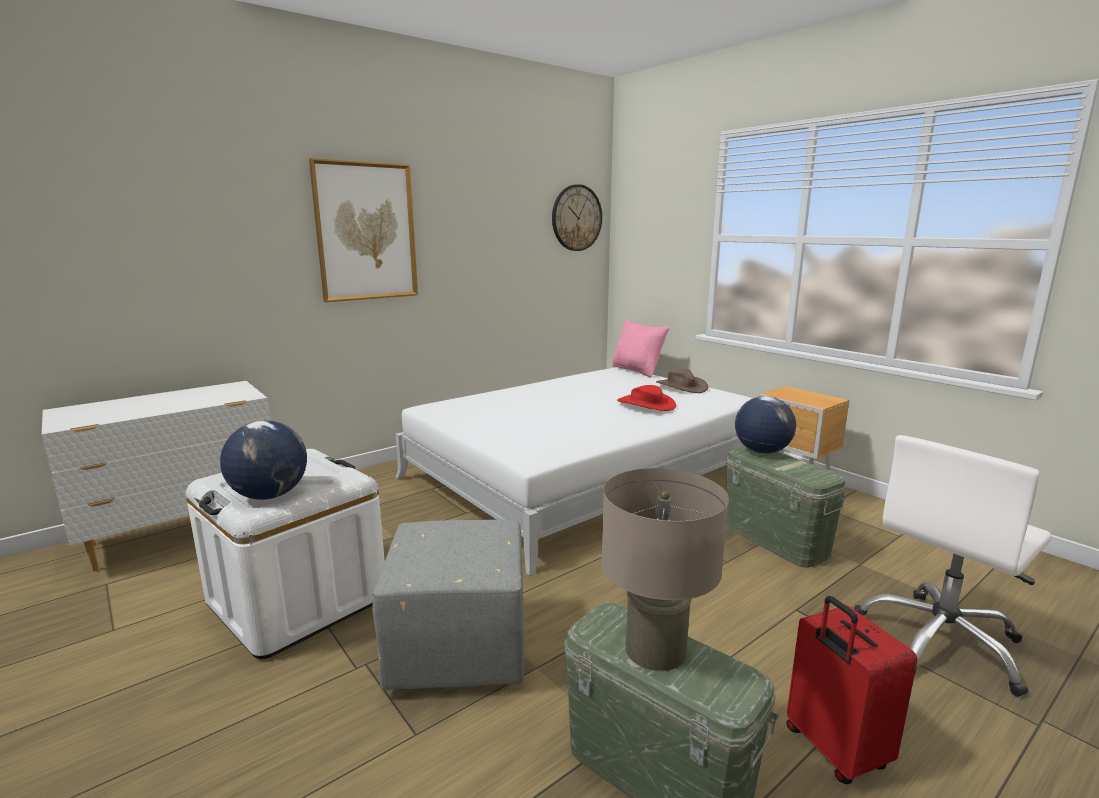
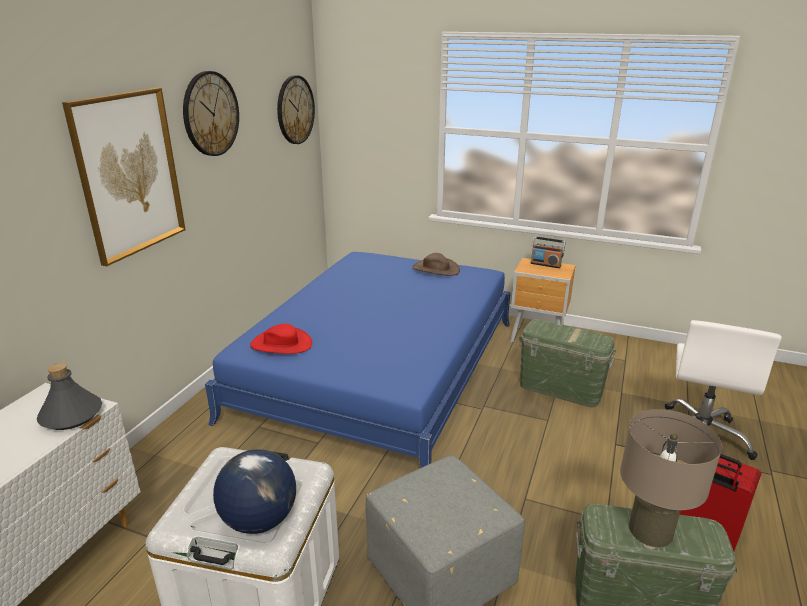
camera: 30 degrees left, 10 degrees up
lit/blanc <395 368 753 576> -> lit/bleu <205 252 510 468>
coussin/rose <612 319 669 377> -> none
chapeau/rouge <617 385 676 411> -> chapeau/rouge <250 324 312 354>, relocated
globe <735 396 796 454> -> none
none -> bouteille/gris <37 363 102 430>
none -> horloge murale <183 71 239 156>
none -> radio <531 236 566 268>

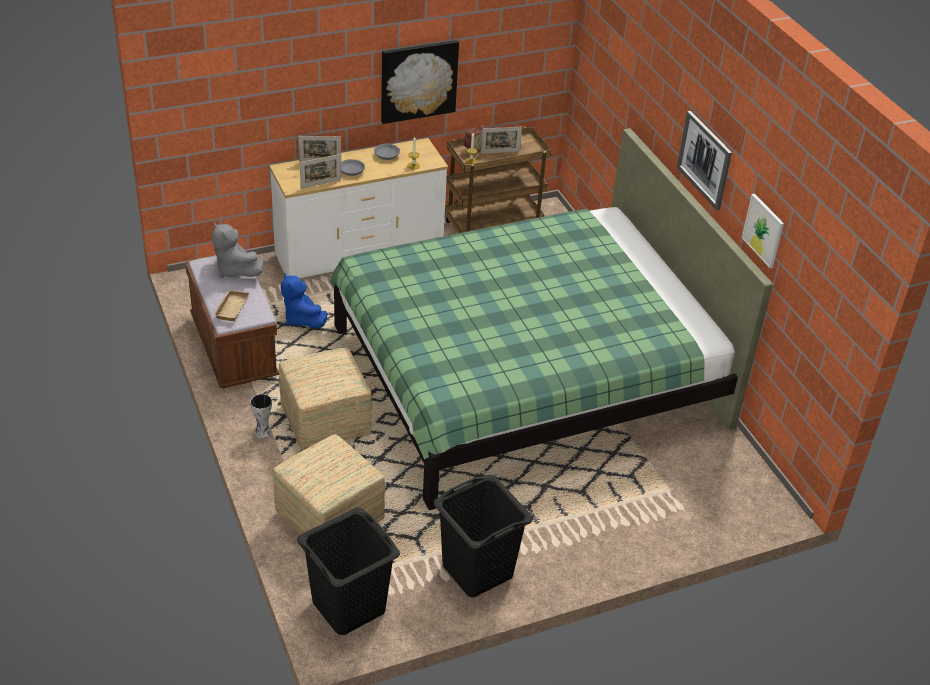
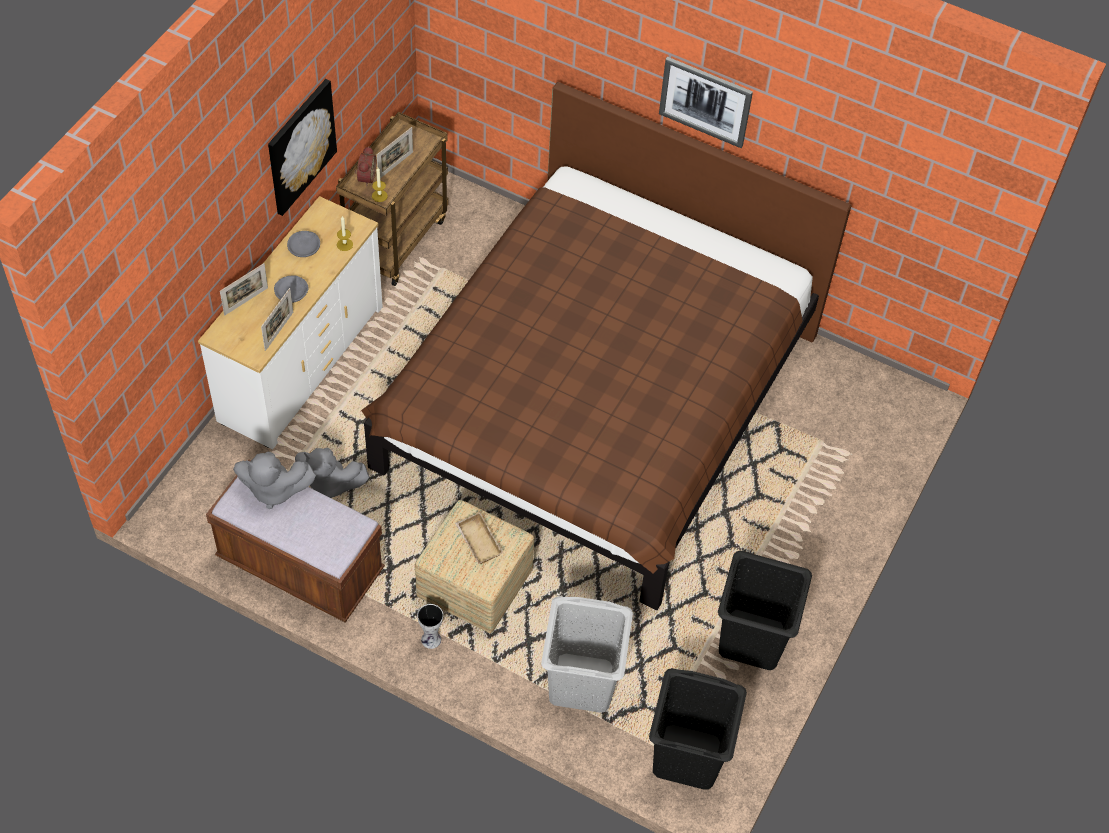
camera: 40 degrees left, 15 degrees up
plateau/beige <214 290 249 321> -> plateau/beige <455 512 503 564>, relocated
pouf <273 435 385 534> -> panier à linge/gris <541 596 633 712>
peluche/bleu <281 273 327 328> -> peluche/gris <295 448 369 498>
lit/vert <329 128 773 510> -> lit/marron <361 82 852 610>
tableau <742 194 784 268> -> none

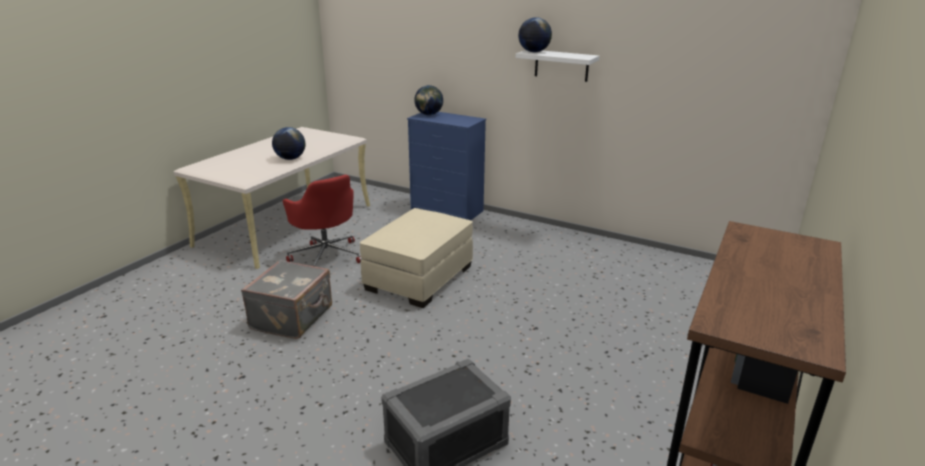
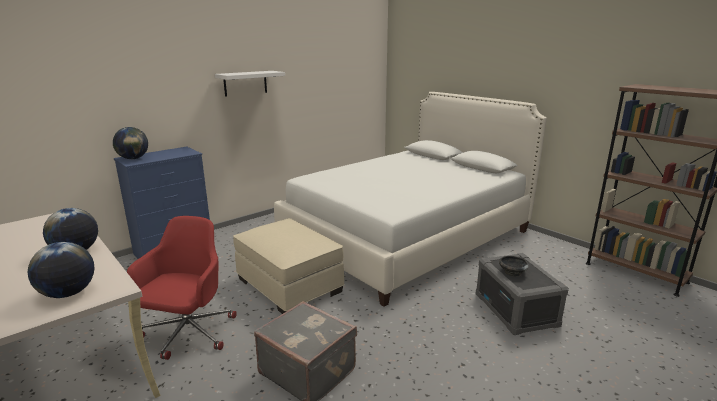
camera: 70 degrees left, 5 degrees down
chaise de bureau/rouge <282 175 362 266> -> chaise de bureau/rouge <127 216 237 360>, 60 degrees counterclockwise
globe <518 17 552 52> -> globe <28 242 94 298>, relocated
none -> lit/blanc <274 92 547 307>
none -> bol/noir <499 256 529 277>

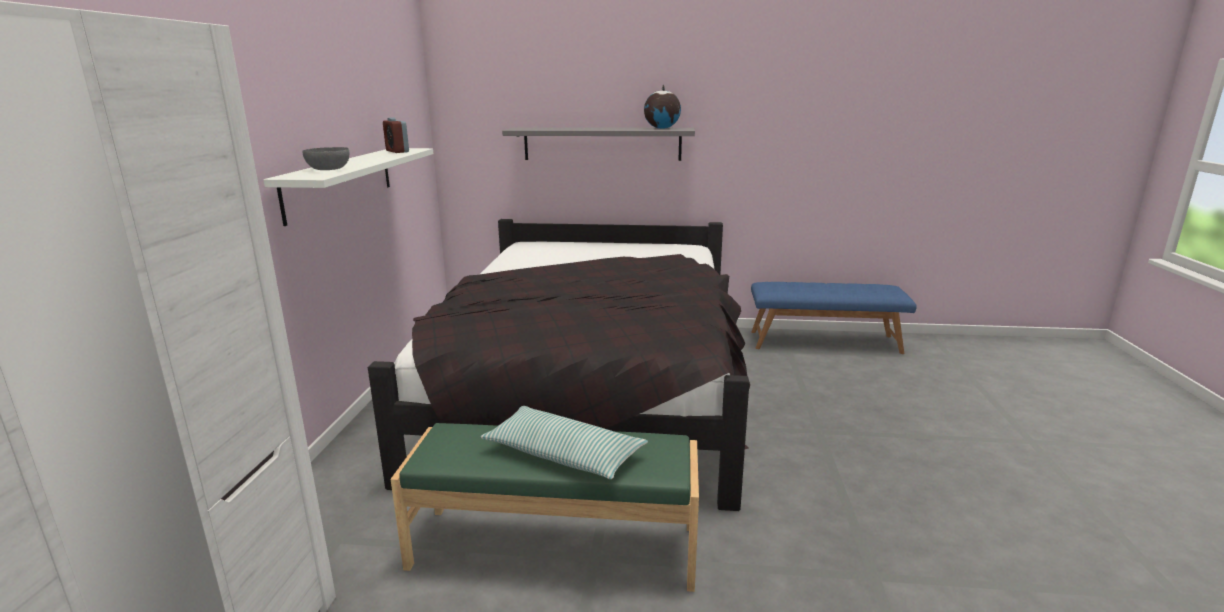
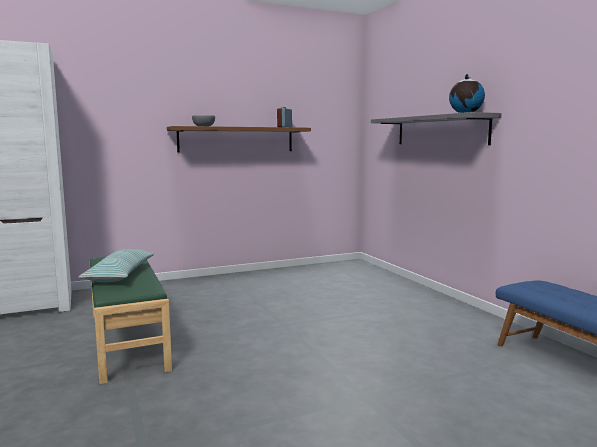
camera: 60 degrees right, 10 degrees down
étagère/blanc <263 148 433 226> -> étagère/marron <167 126 311 152>
lit/noir <368 219 750 511> -> none

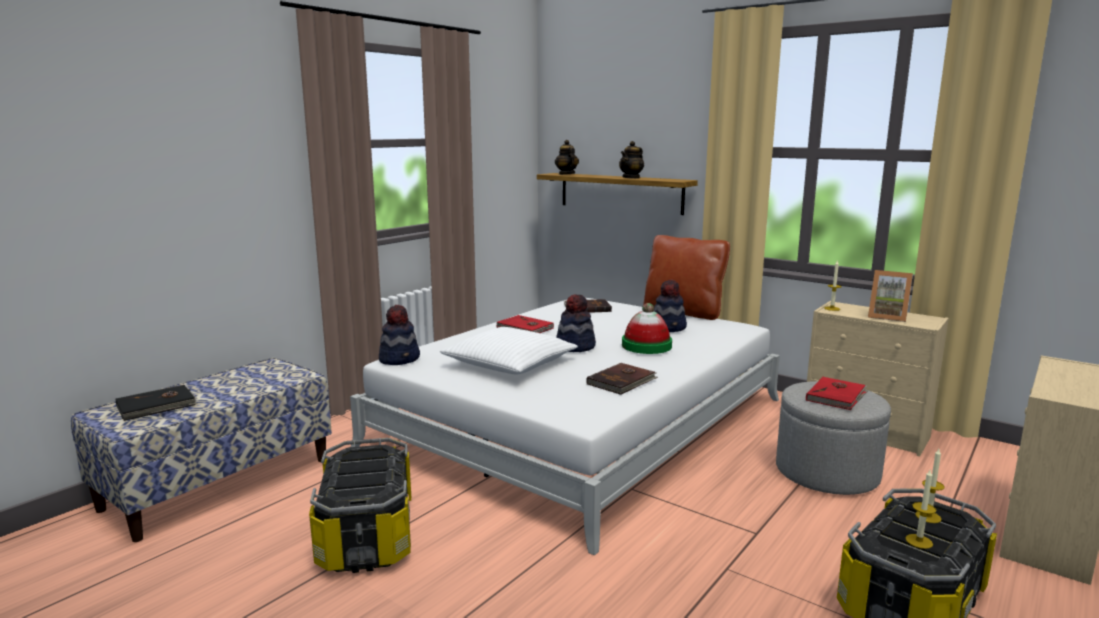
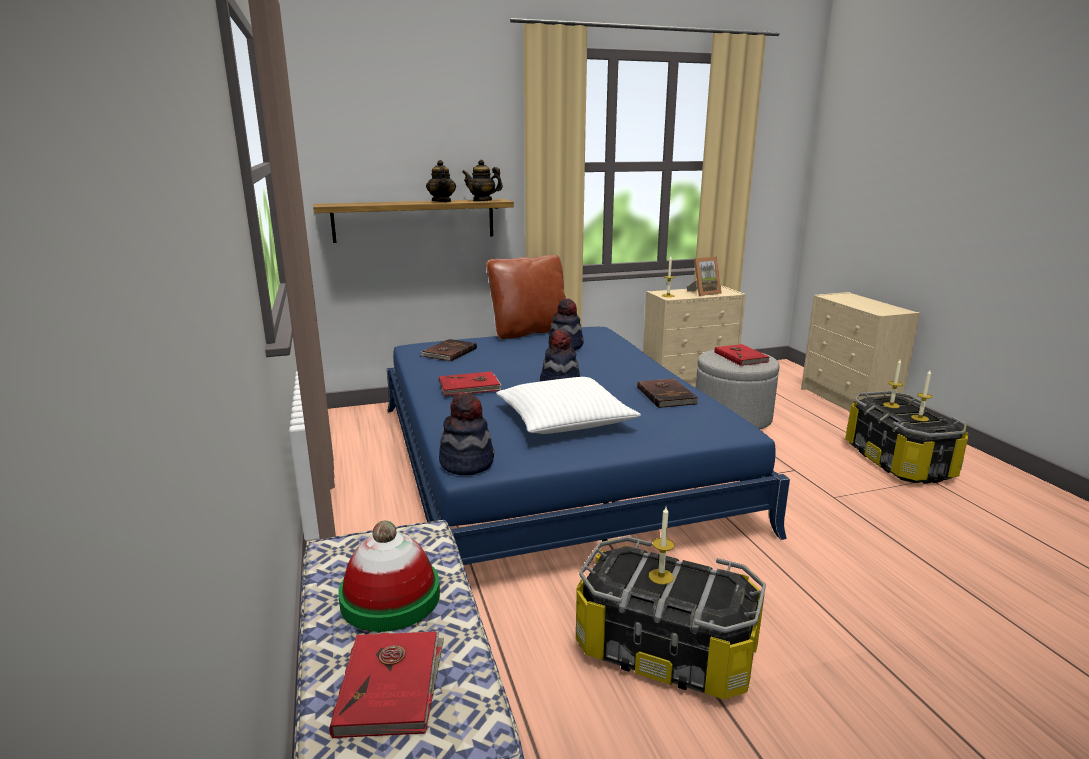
camera: 55 degrees left, 5 degrees up
livre/noir <115 385 197 421> -> livre/rouge <329 631 444 738>
lit/blanc <350 298 780 555> -> lit/bleu <387 327 790 565>
théière <555 140 579 175> -> théière <462 160 503 202>, relocated
chapeau <622 303 672 354> -> chapeau <338 521 440 632>, relocated
none -> bougie <649 507 674 585>

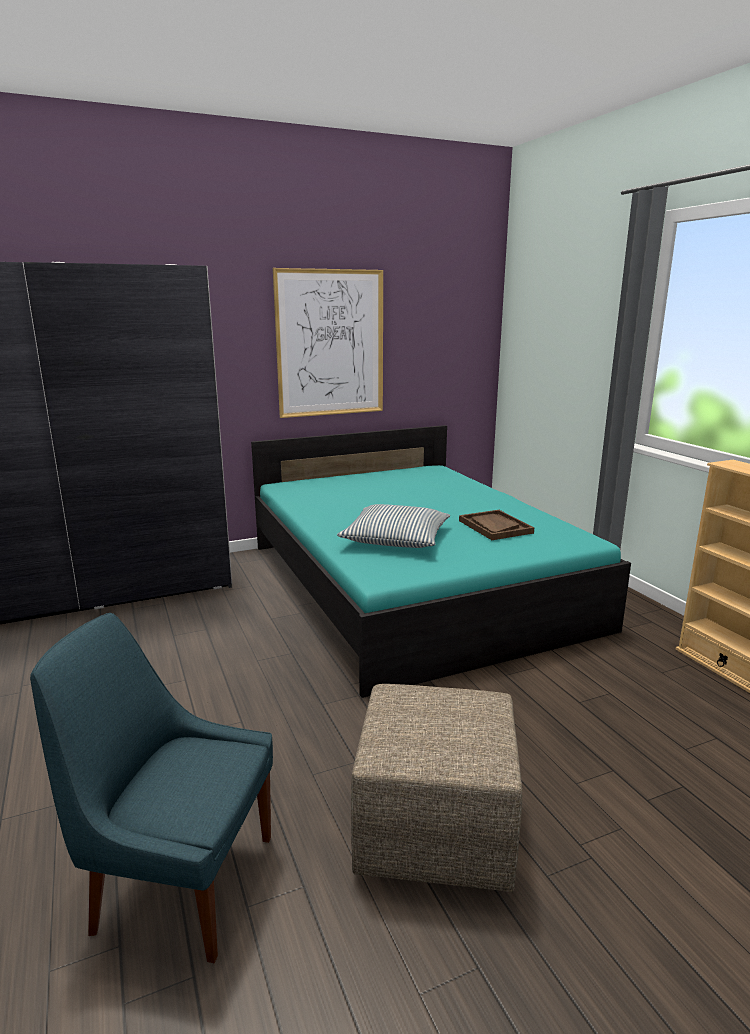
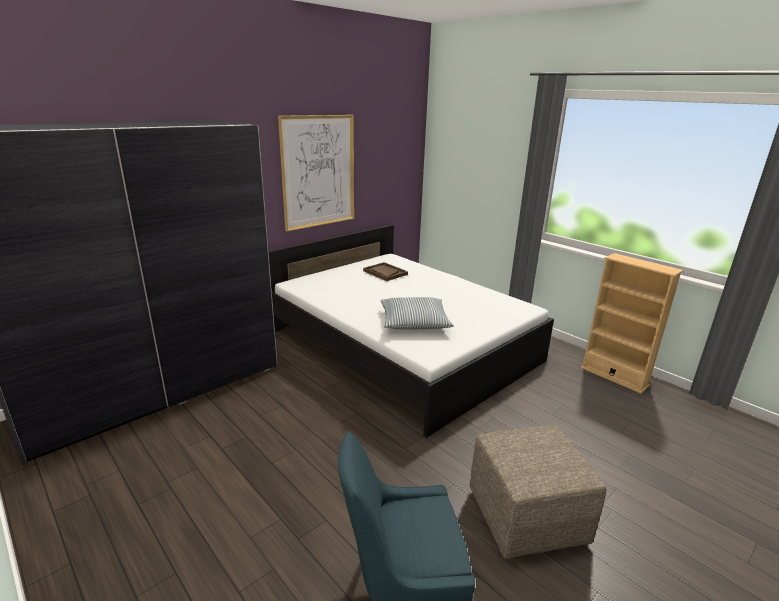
camera: 20 degrees left, 5 degrees up
lit/turquoise <251 425 631 698> -> lit/blanc <269 225 554 438>
plateau/marron <459 510 534 540> -> plateau/marron <363 262 408 281>, relocated

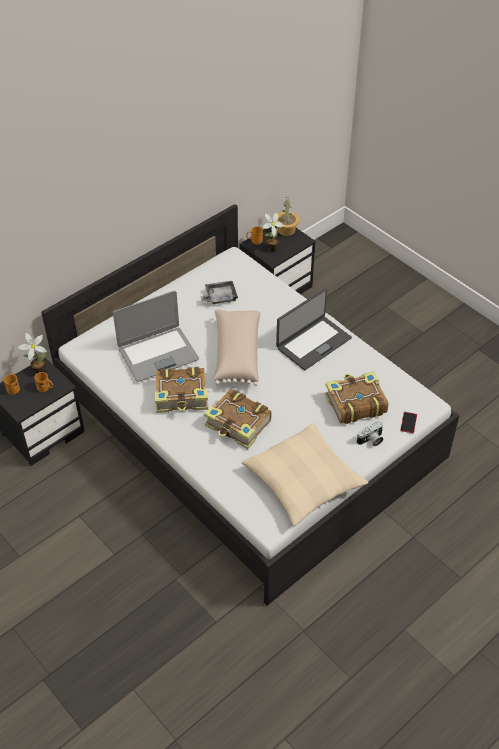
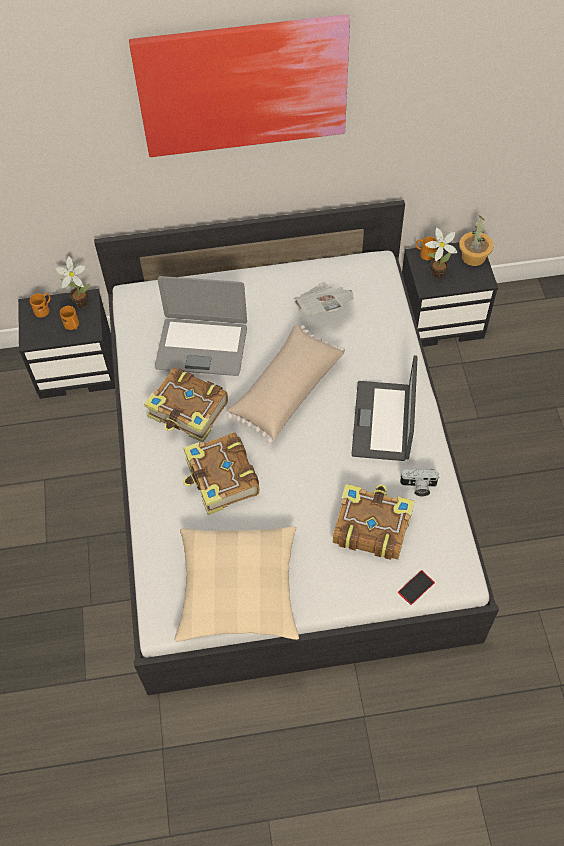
camera: 35 degrees right, 10 degrees up
plateau/gris <200 281 238 304> -> journal <294 283 354 315>
ordinateur portable <276 288 352 370> -> ordinateur portable <352 355 418 461>, 105 degrees clockwise
appareil photo <357 422 383 446> -> appareil photo <400 469 440 496>, relocated
none -> tableau <129 14 350 157>

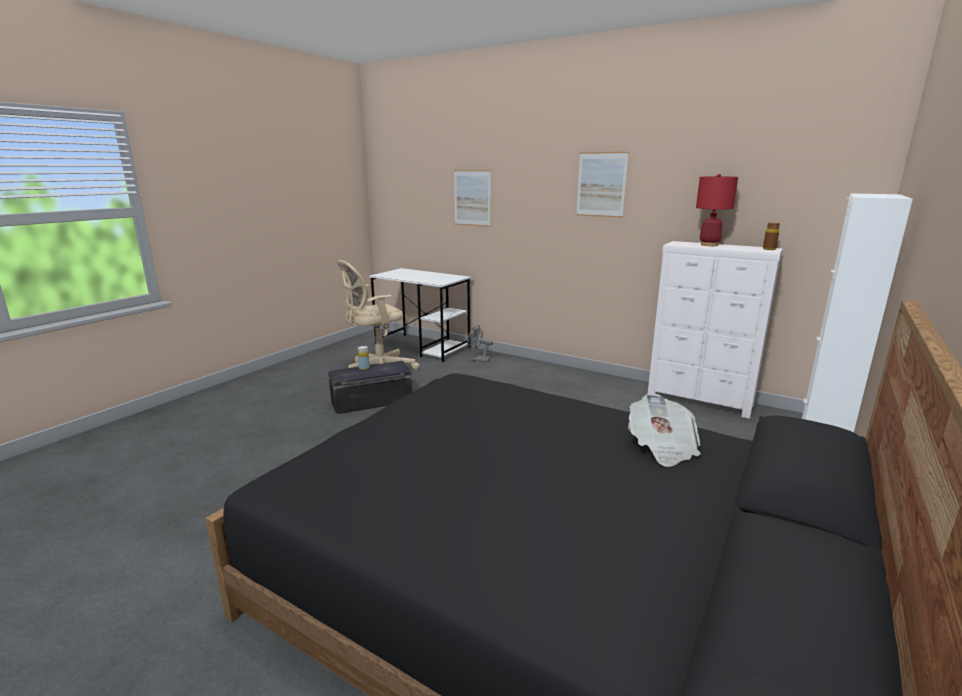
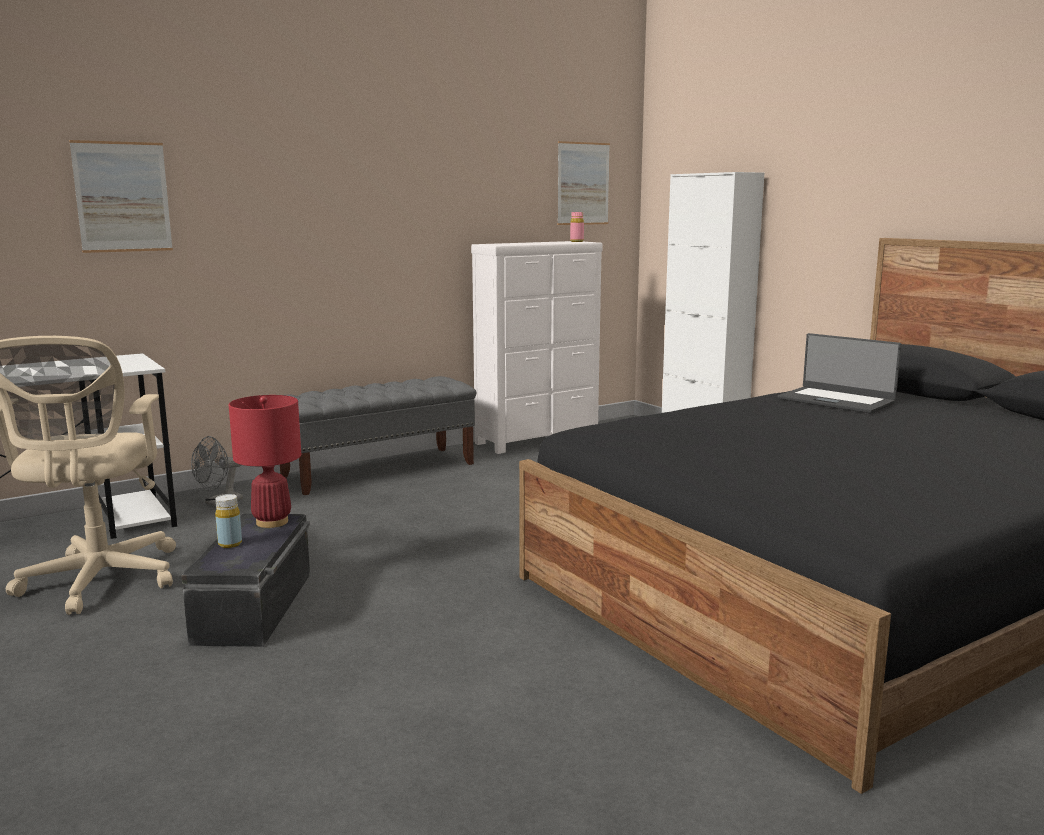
camera: 65 degrees left, 5 degrees down
tableau <576 152 628 218> -> tableau <557 141 610 225>, relocated
journal <628 394 701 467> -> ordinateur portable <778 333 902 414>
lampe de table/rouge <696 174 738 246> -> lampe de table/rouge <229 395 301 528>, relocated
bouteille/marron <763 223 780 250> -> bouteille/rose <570 212 584 242>
none -> banc/gris <280 376 476 495>

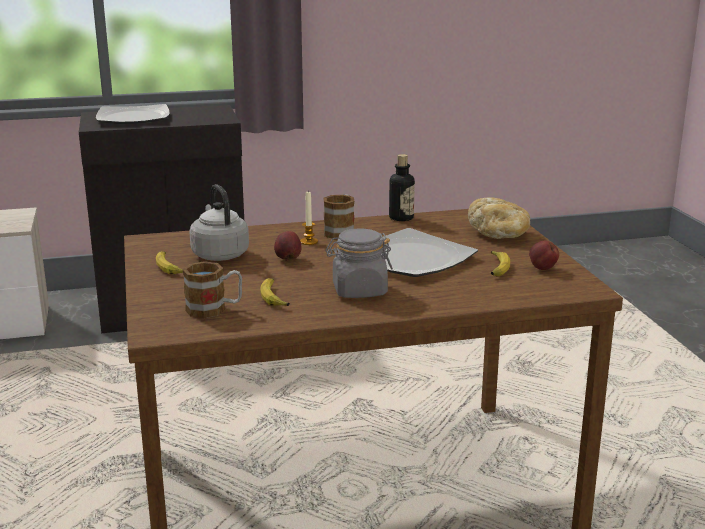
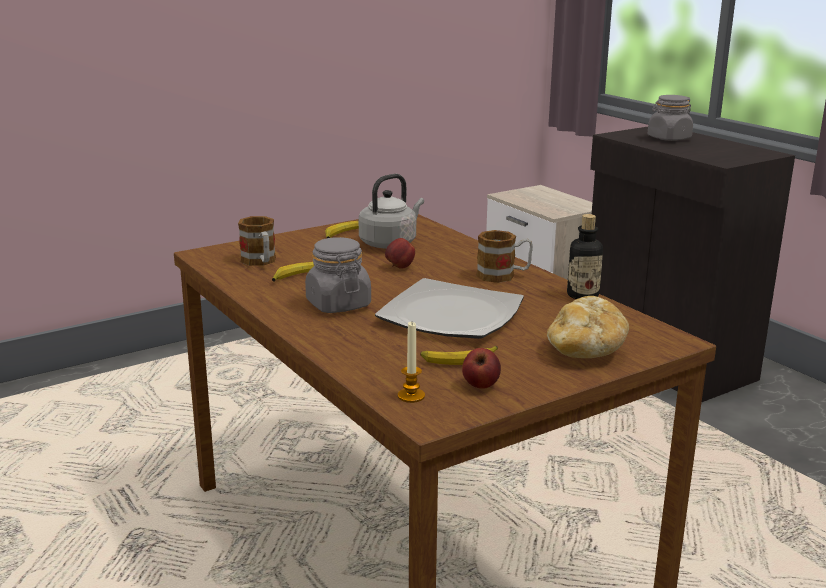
camera: 70 degrees right, 0 degrees up
assiette <96 104 170 124> -> bocal/gris <648 95 693 141>
bougie <300 192 318 245> -> bougie <398 322 425 403>, relocated

